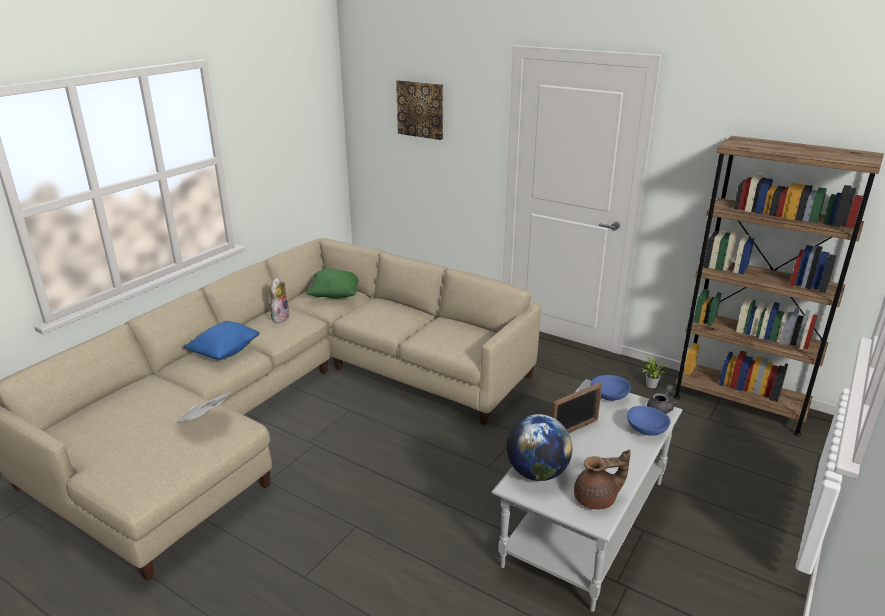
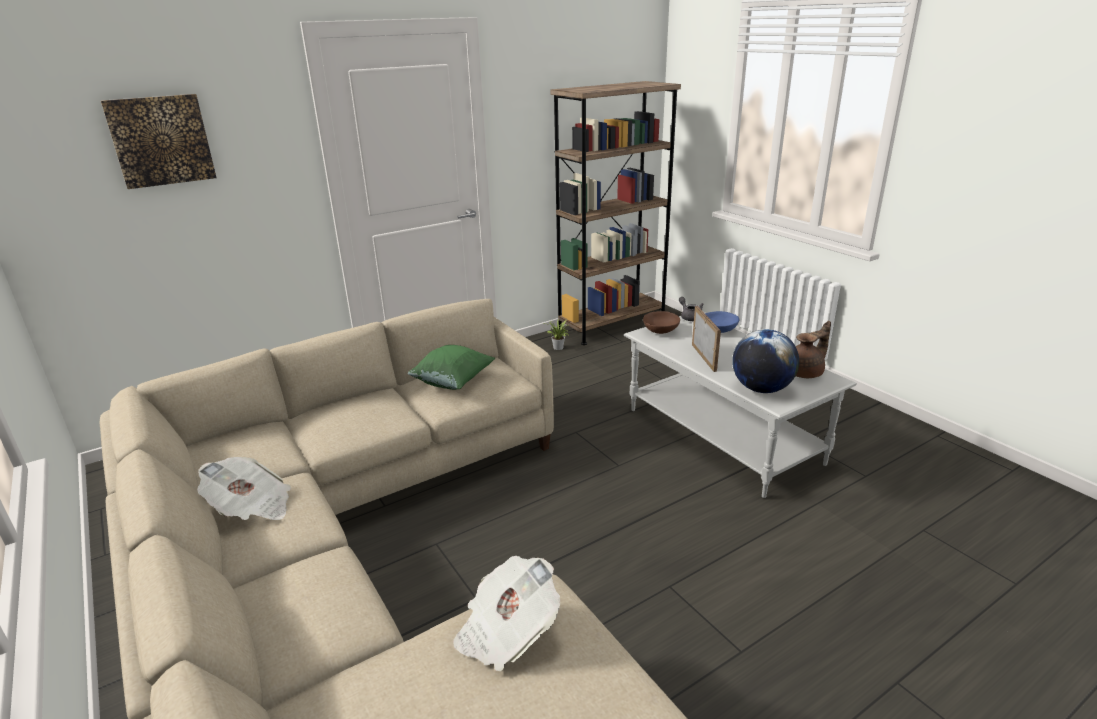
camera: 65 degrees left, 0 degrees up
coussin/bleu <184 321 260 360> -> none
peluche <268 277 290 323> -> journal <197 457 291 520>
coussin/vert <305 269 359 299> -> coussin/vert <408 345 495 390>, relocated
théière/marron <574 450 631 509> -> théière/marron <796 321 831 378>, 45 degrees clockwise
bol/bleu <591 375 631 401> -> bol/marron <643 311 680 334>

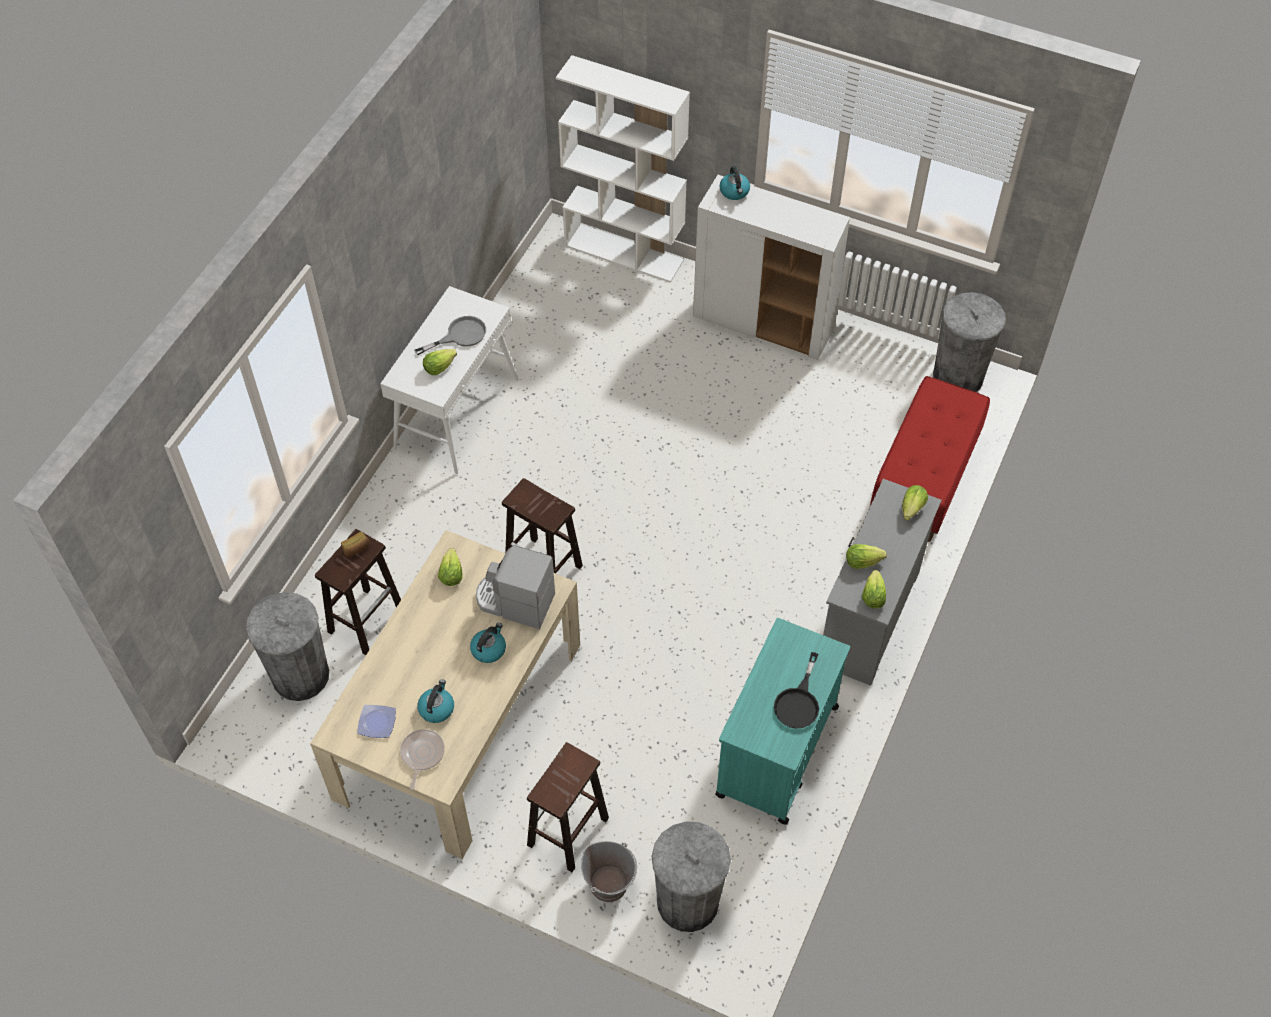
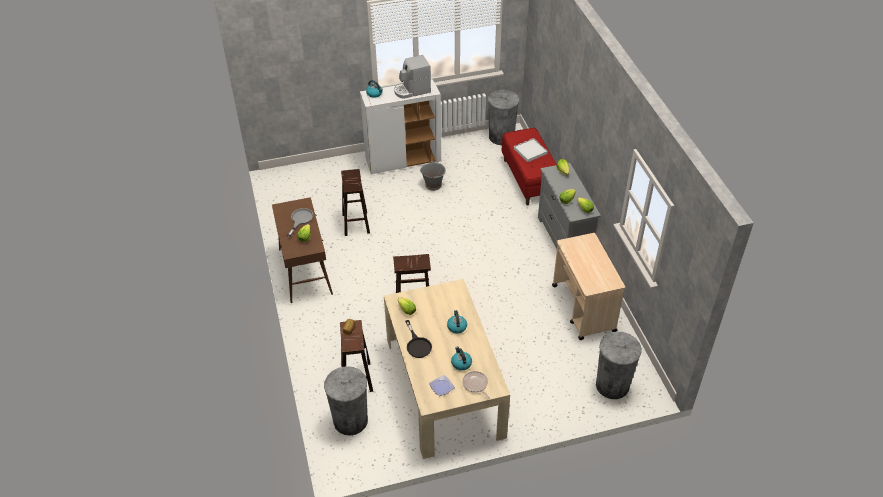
camera: 40 degrees left, 10 degrees down
table console/blanc <380 286 518 474> -> table console/marron <272 197 333 303>
machine à café <476 545 555 629> -> machine à café <394 55 431 99>, relocated
tabouret/marron <527 742 609 872> -> tabouret/marron <341 169 370 236>, relocated
bibliothèque/blanc <556 55 690 283> -> none
seau/gris <581 841 637 902> -> seau/gris <420 160 446 191>, relocated
chariot/turquoise <715 618 850 825> -> chariot/beige <552 233 625 340>
poêle/noir <774 652 819 729> -> poêle/noir <405 320 432 358>, relocated
none -> plateau/blanc <514 138 548 162>

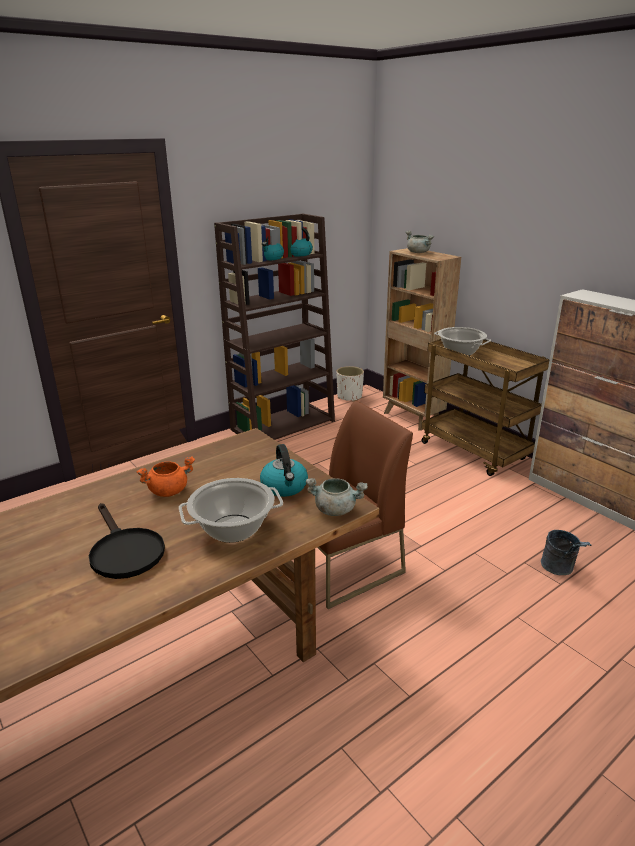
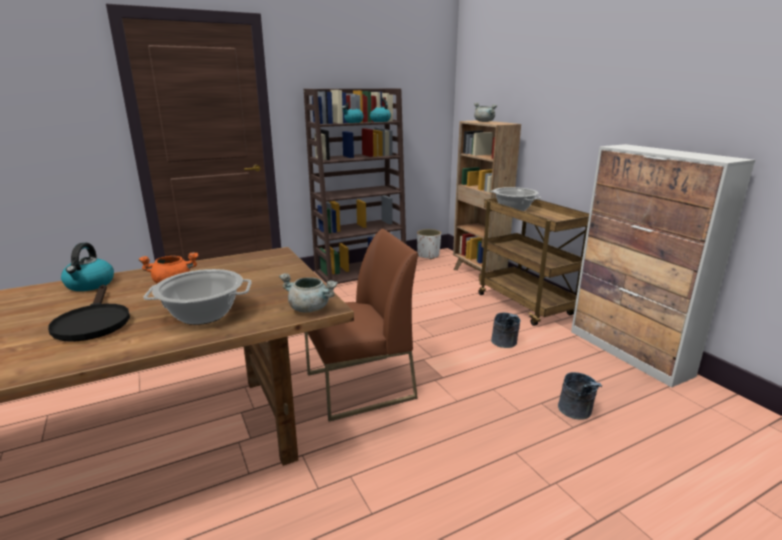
camera: 10 degrees right, 5 degrees down
bouilloire <260 444 308 497> -> bouilloire <61 243 114 291>, relocated
none -> seau/gris <491 313 521 348>

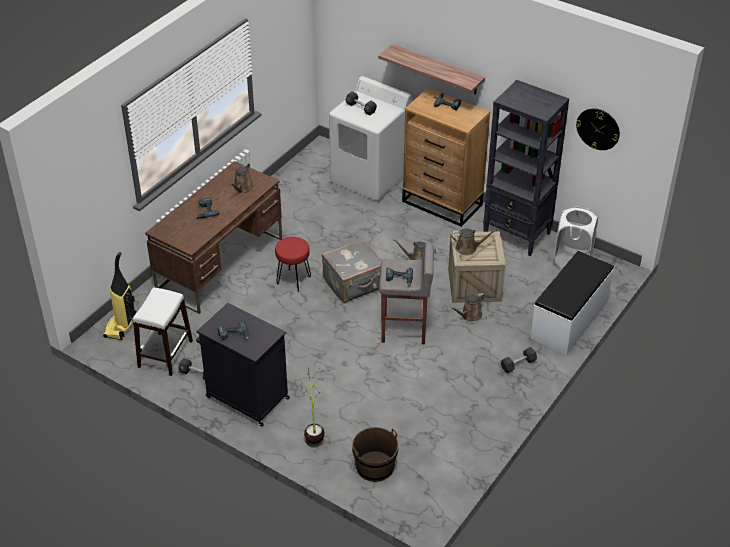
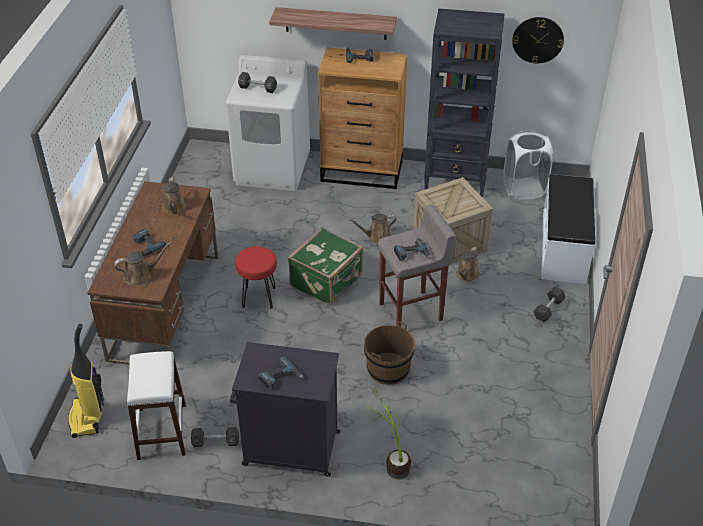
camera: 25 degrees left, 0 degrees up
valise/gris <322 238 382 303> -> valise/vert <288 227 363 305>
seau/marron <352 427 399 482> -> seau/marron <364 321 415 385>, relocated
arrosoir/marron <451 228 498 255> -> arrosoir/marron <114 242 172 286>, relocated

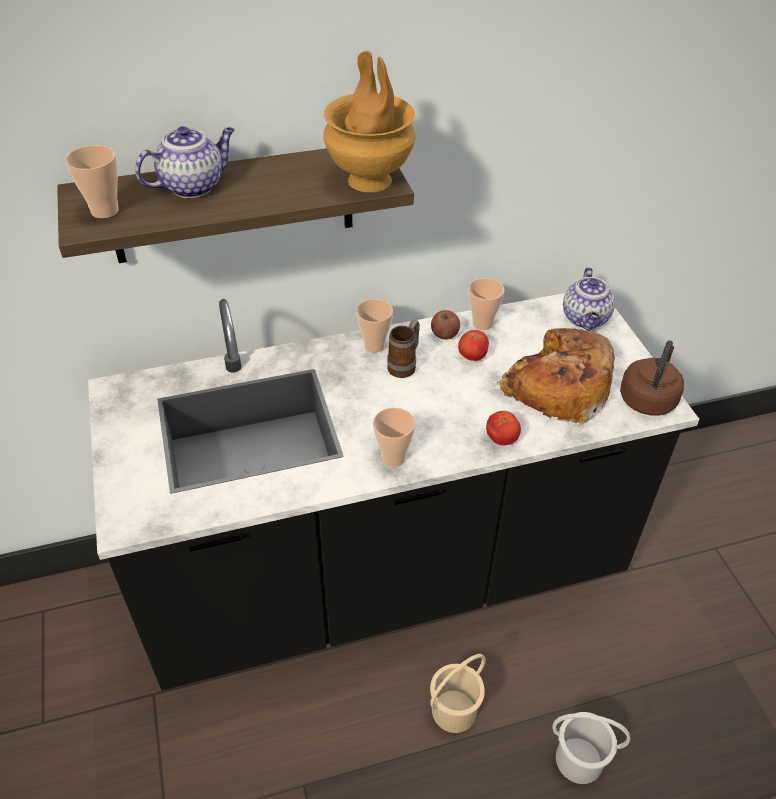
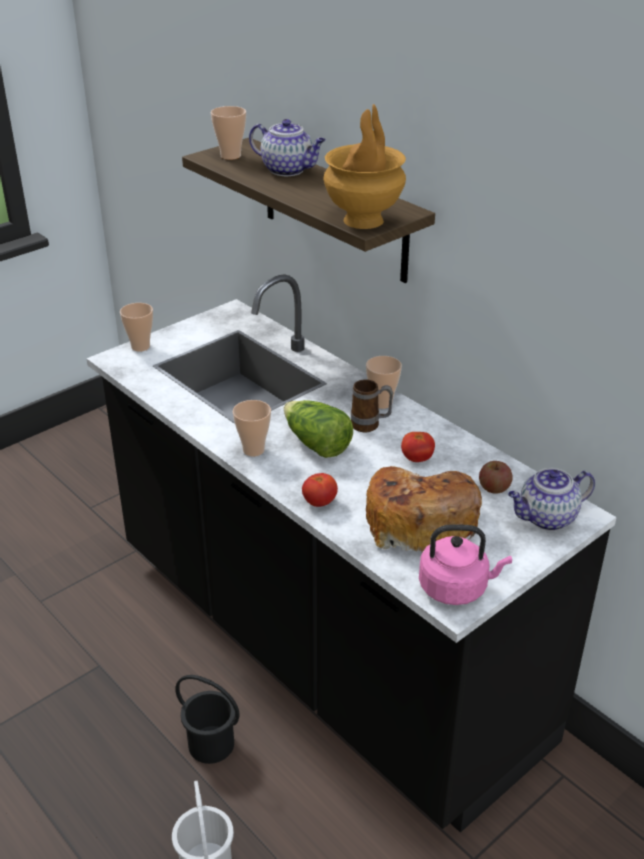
camera: 65 degrees right, 10 degrees down
seau/beige <430 654 486 733> -> seau/noir <175 675 240 764>
pomme <431 310 460 339> -> pomme <479 461 512 494>, relocated
tasse <469 278 505 330> -> tasse <120 303 153 352>, relocated
bouilloire/marron <620 341 684 416> -> bouilloire/rose <419 524 512 605>
none -> laitue <284 400 353 458>

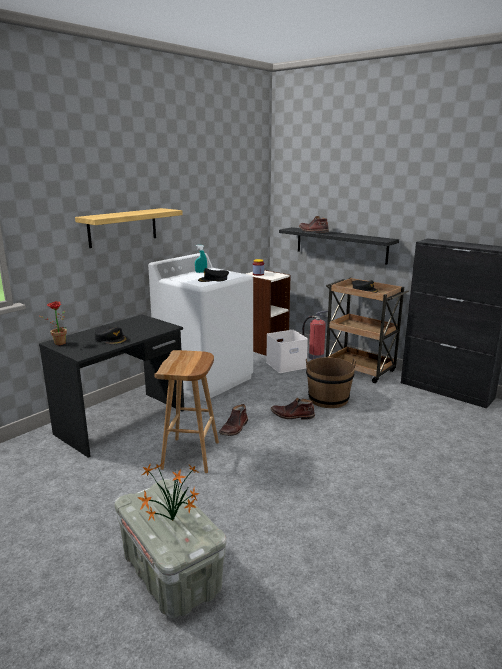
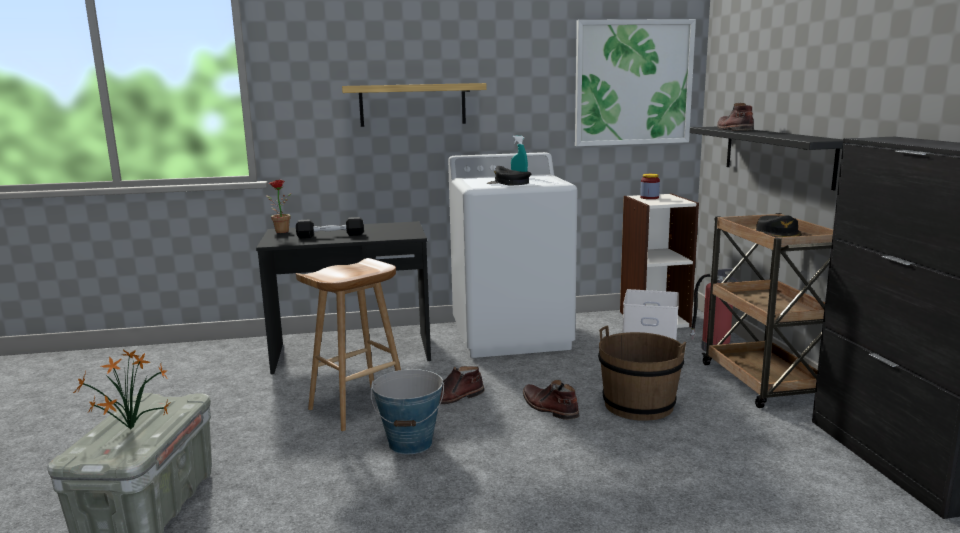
camera: 40 degrees right, 5 degrees down
casquette/noir <95 326 127 345> -> haltère/noir <296 217 364 239>
none -> seau <371 369 444 454>
none -> tableau <575 19 696 146>

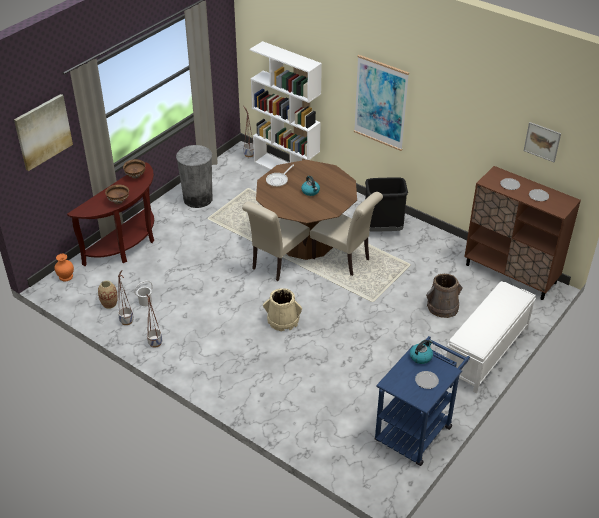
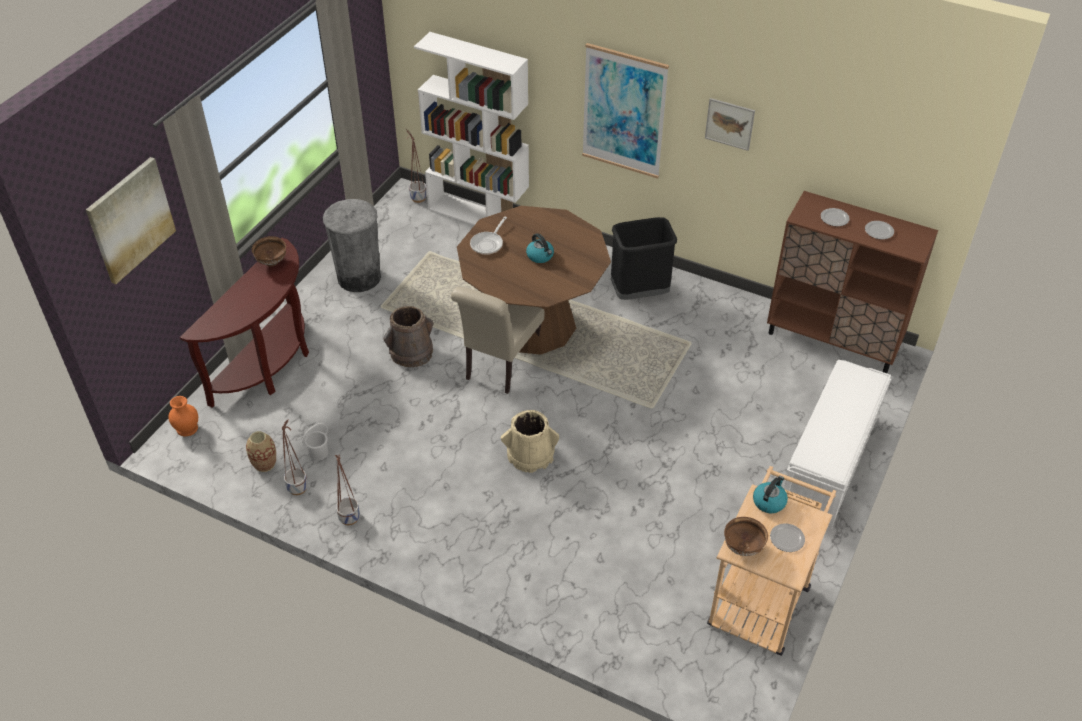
camera: 10 degrees left, 5 degrees up
bol/marron <105 185 129 205> -> bol/marron <724 517 768 556>, relocated
chaise/beige <310 192 383 276> -> none
chariot/bleu <375 336 470 466> -> chariot/beige <707 466 836 656>
seau/marron <426 274 462 318> -> seau/marron <383 306 434 367>, relocated
tableau <524 122 561 162> -> tableau <705 98 755 151>, relocated

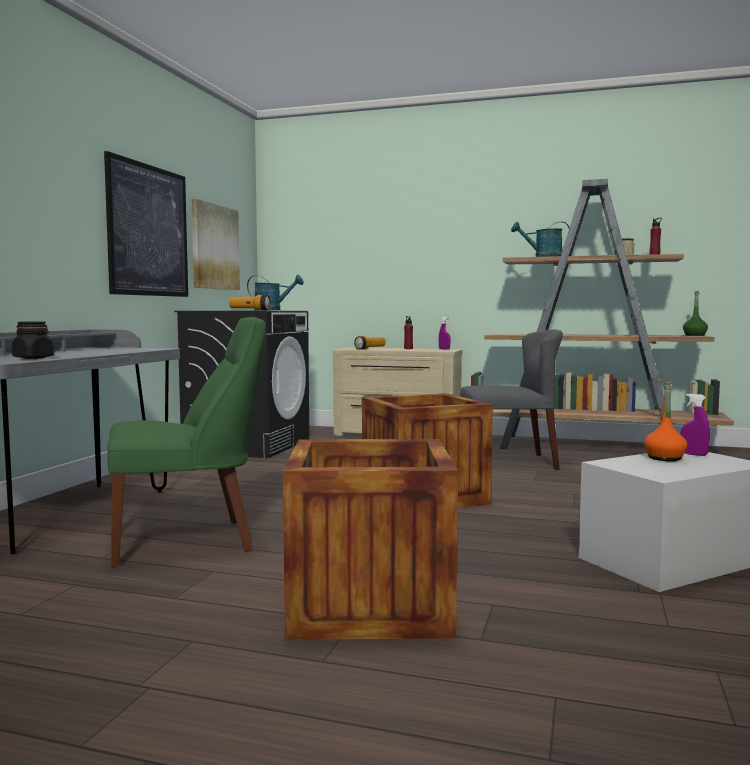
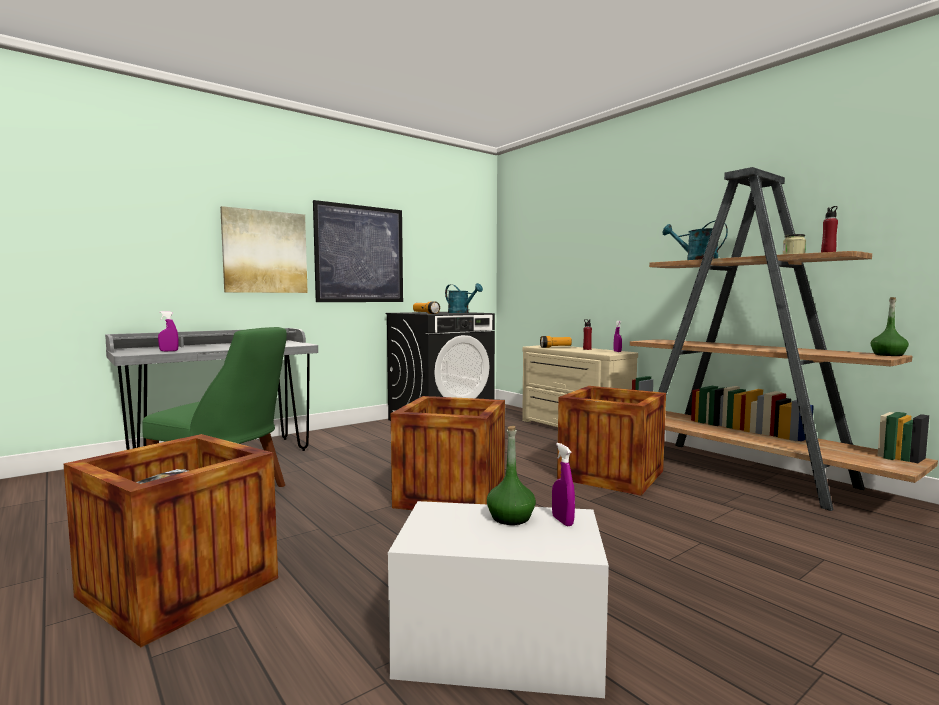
camera: 35 degrees right, 0 degrees up
bocal/noir <12 321 54 359> -> vaporisateur/violet <158 311 179 351>
tableau <192 199 240 290> -> tableau <220 206 308 293>, relocated
chaise/gris <460 329 563 470> -> caisse <557 386 666 496>
bouteille/orange <644 382 687 461> -> bouteille/vert <487 426 536 525>

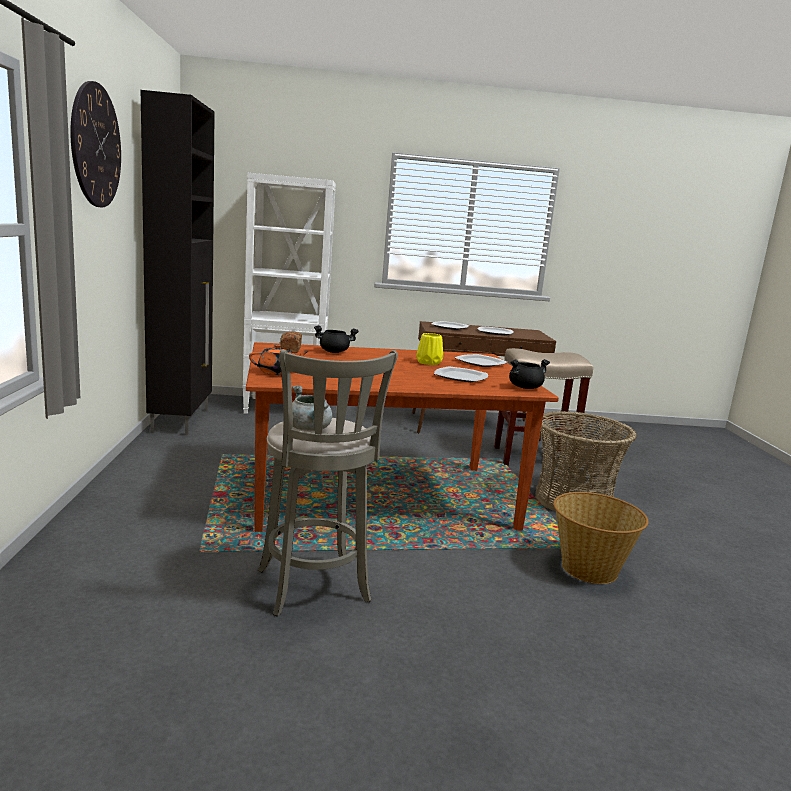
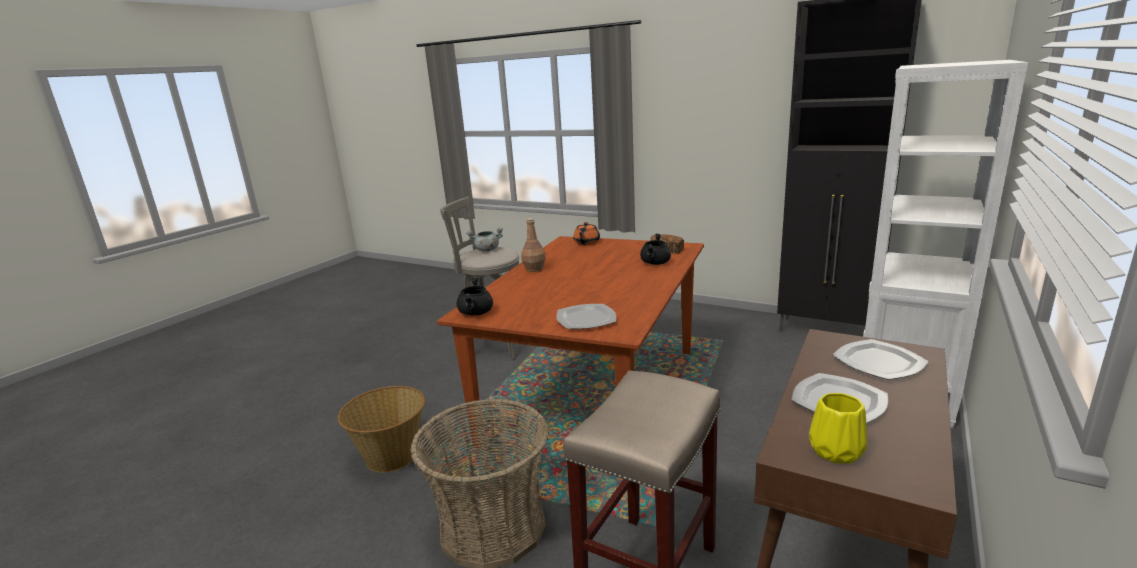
camera: 125 degrees right, 5 degrees up
horloge murale <70 81 121 207> -> none
vase/jaune <416 333 443 365> -> vase/jaune <809 393 867 464>, relocated
assiette <434 367 488 382> -> none
none -> bouteille/marron <521 218 546 272>

